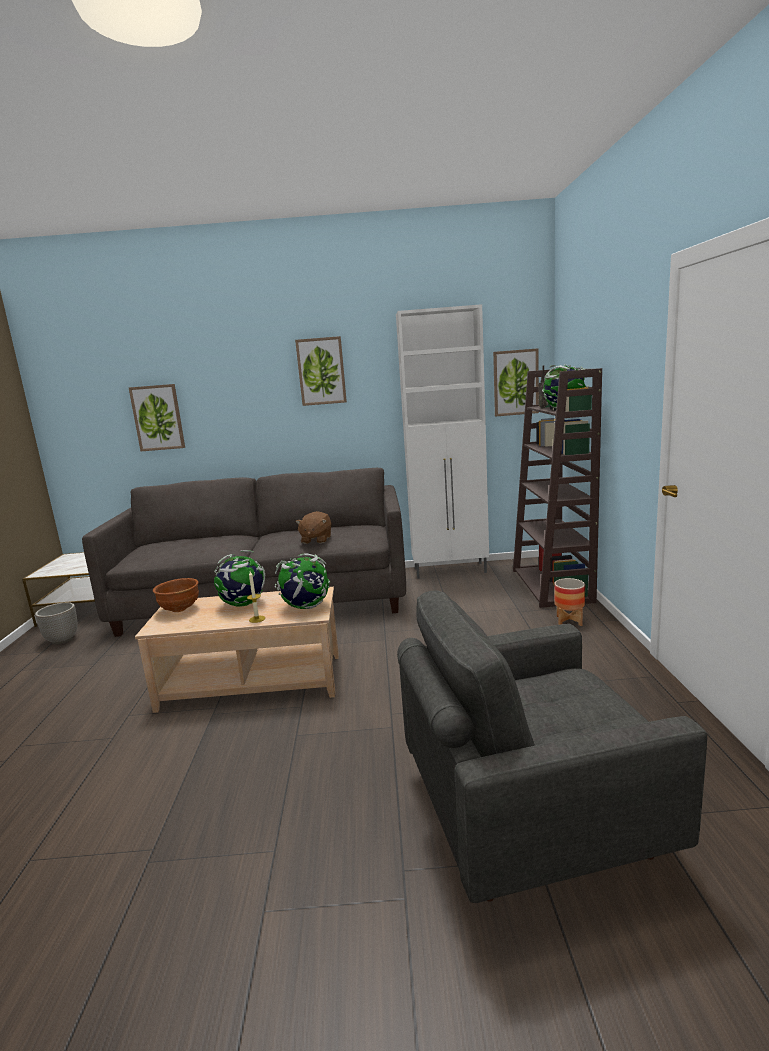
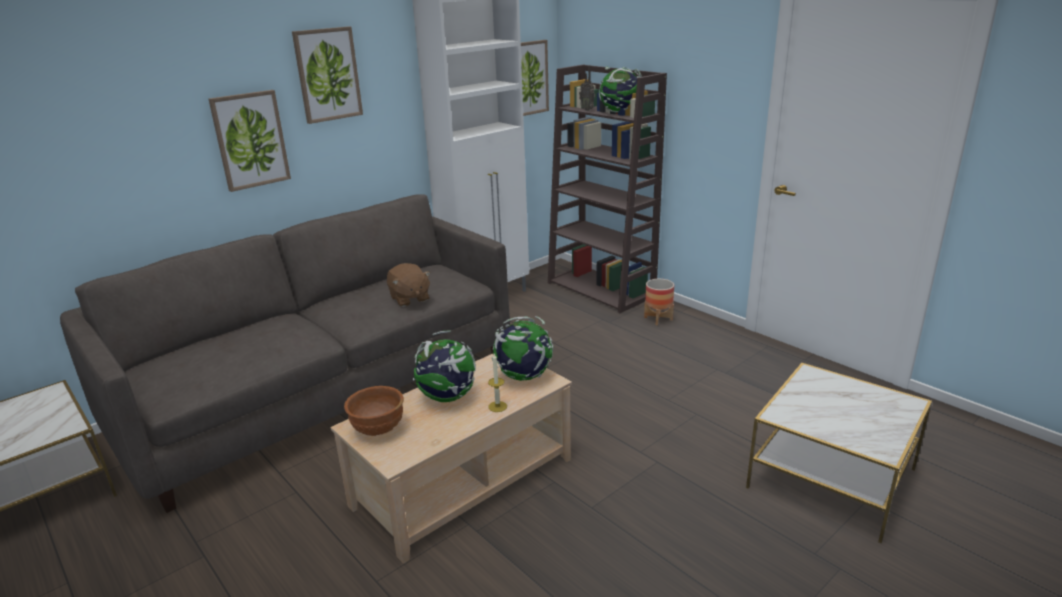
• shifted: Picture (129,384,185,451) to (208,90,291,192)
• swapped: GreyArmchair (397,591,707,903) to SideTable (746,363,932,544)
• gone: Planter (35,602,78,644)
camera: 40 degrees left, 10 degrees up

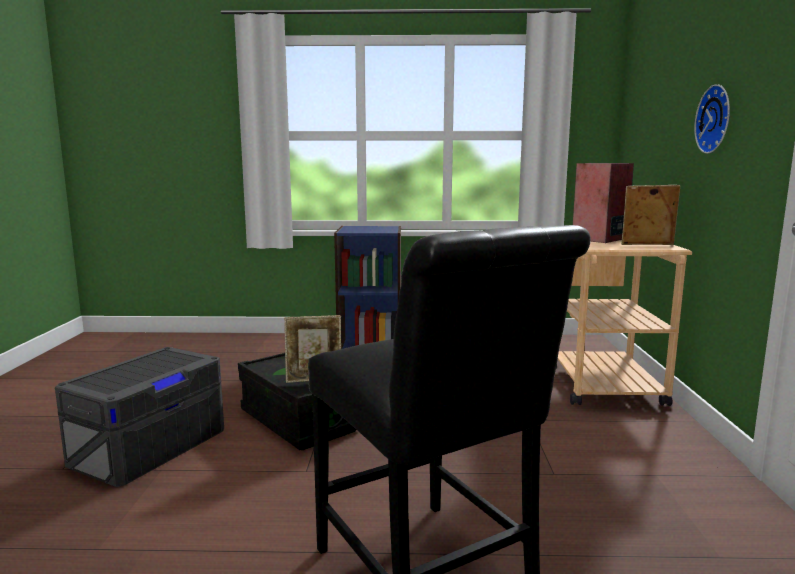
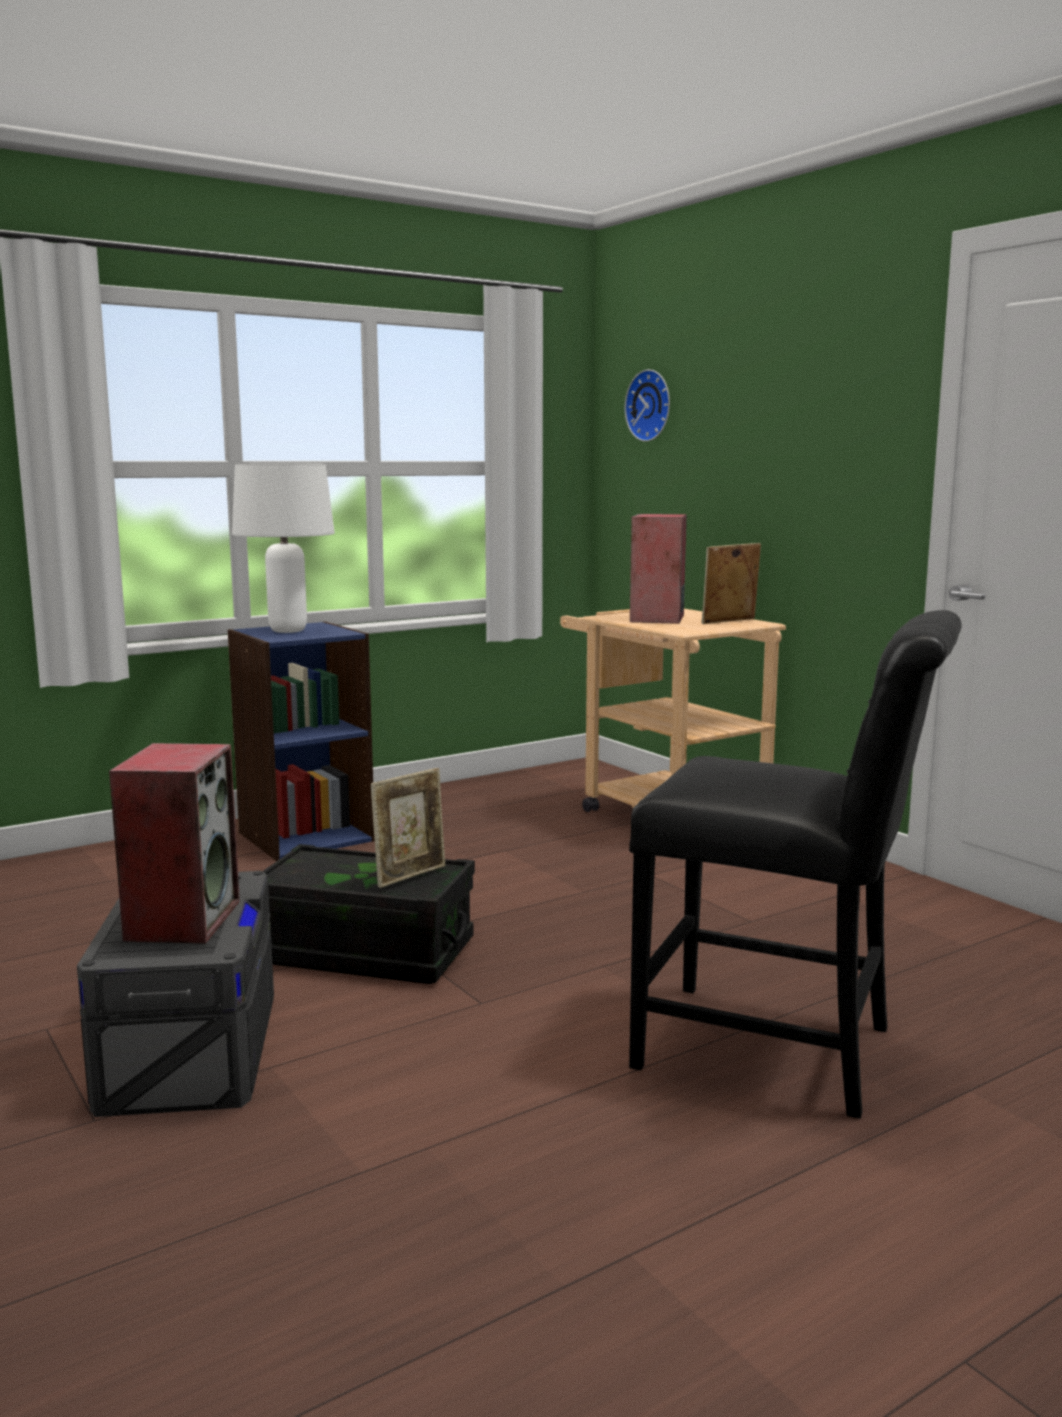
• shifted: WallClock (694,84,730,154) to (625,369,670,442)
• new: WhiteTableLamp (232,463,335,633)
• new: Speaker (109,743,240,943)
camera: 35 degrees left, 0 degrees up

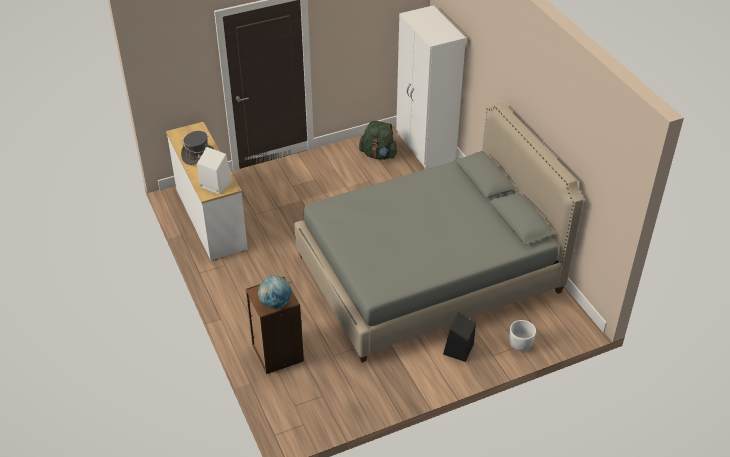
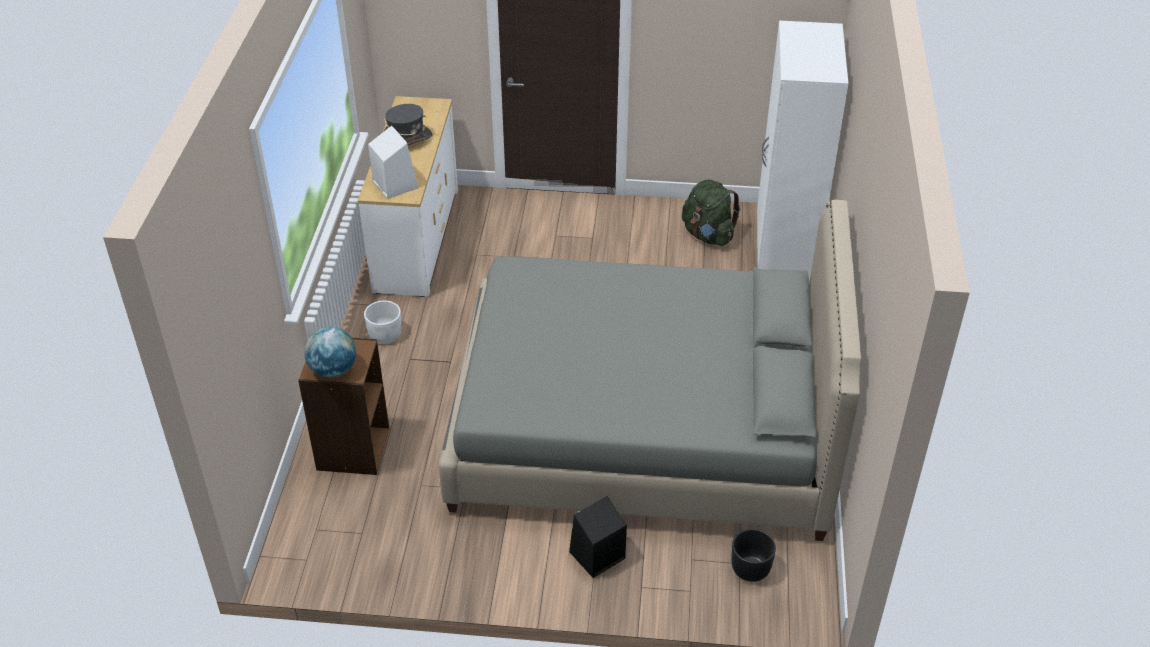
• shifted: WhitePlanter (509,320,536,351) to (364,300,402,344)
• new: BlackPlanter (731,529,776,582)
camera: 30 degrees right, 0 degrees up

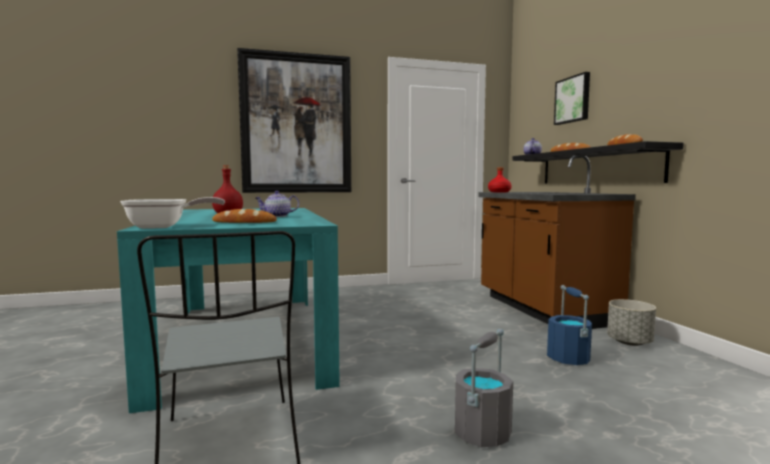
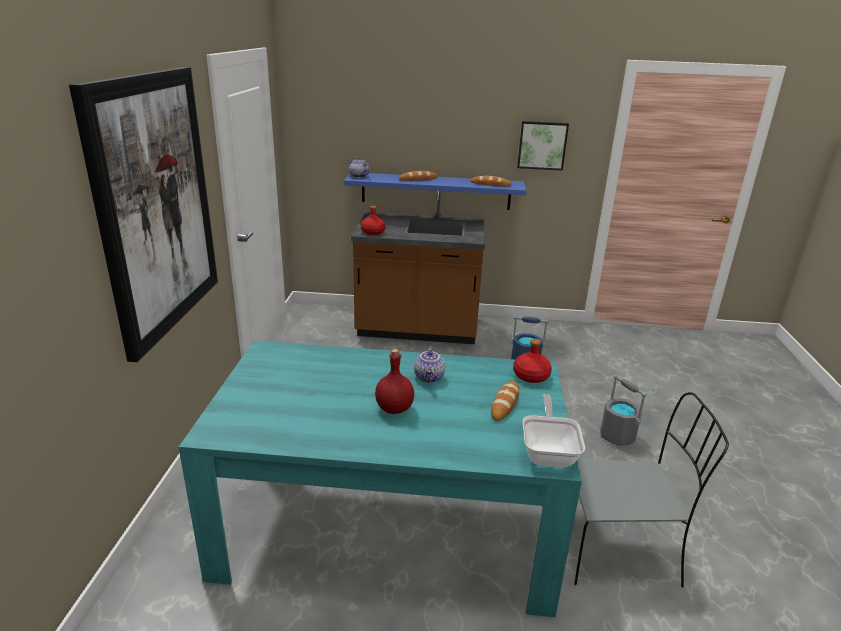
• shifted: Picture (554,72,590,125) to (517,121,569,171)
• repainted: BlackShelf (512,141,684,184) to BlueShelf (344,173,526,210)
• gone: GreyPlanter (607,299,656,346)
• new: RedBottle (513,339,552,383)
camera: 70 degrees left, 20 degrees up

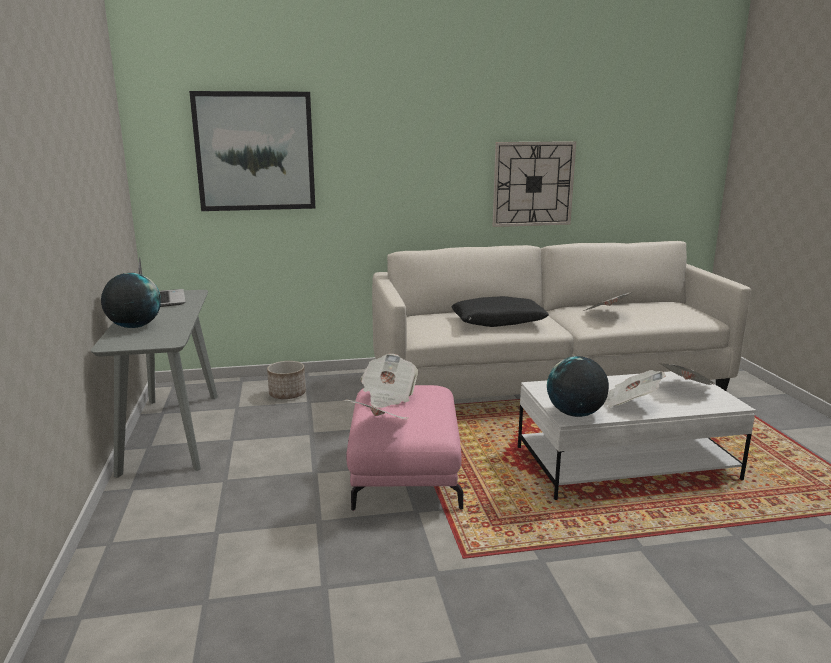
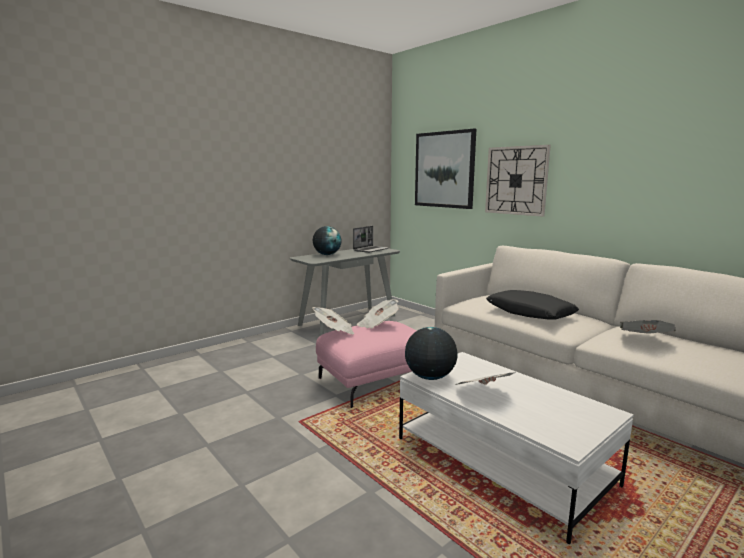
• shifted: WallClock (493,141,576,227) to (485,145,551,217)
• gone: Planter (267,361,306,399)
• gone: Newspaper (658,363,714,385)
camera: 60 degrees right, 5 degrees down

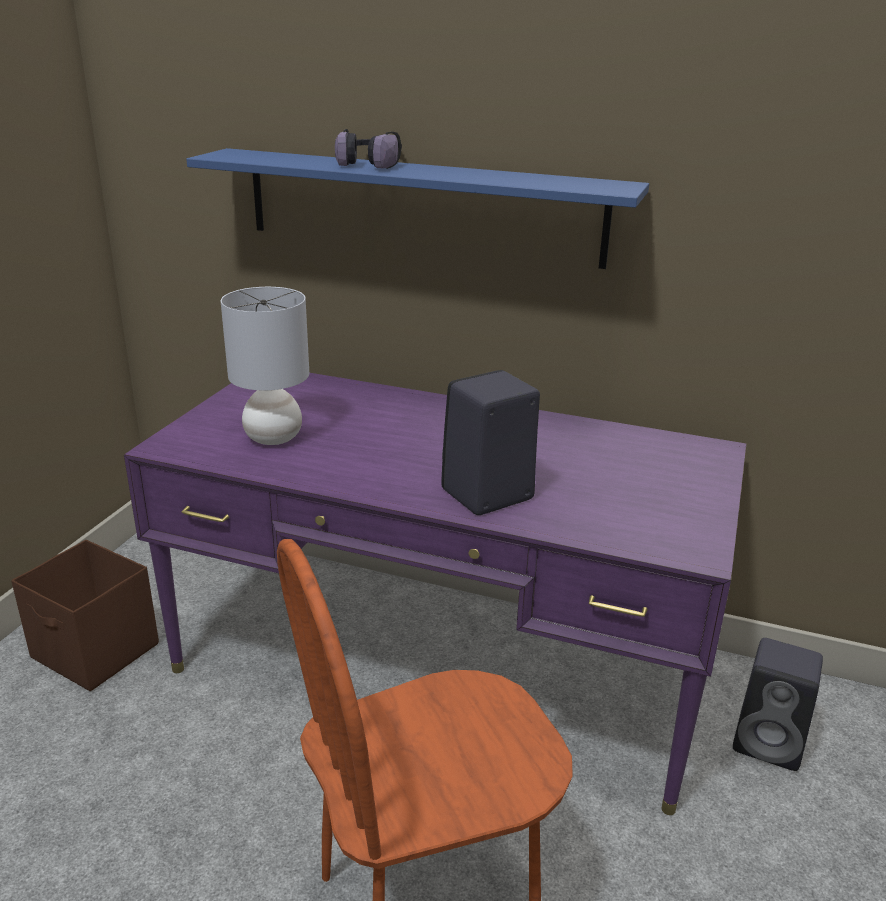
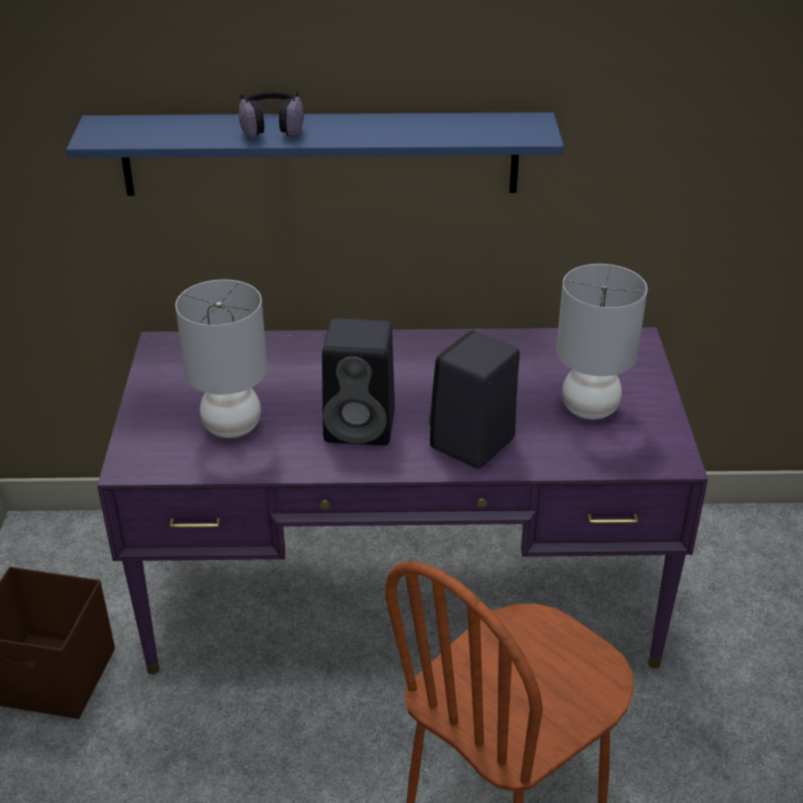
• shifted: BlackSpeaker (733,638,823,771) to (322,319,395,446)
• new: GreyTableLamp (556,264,647,420)
camera: 20 degrees left, 10 degrees up

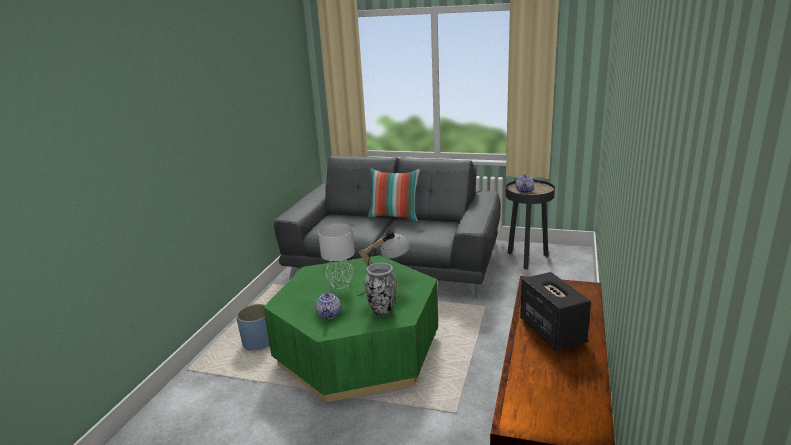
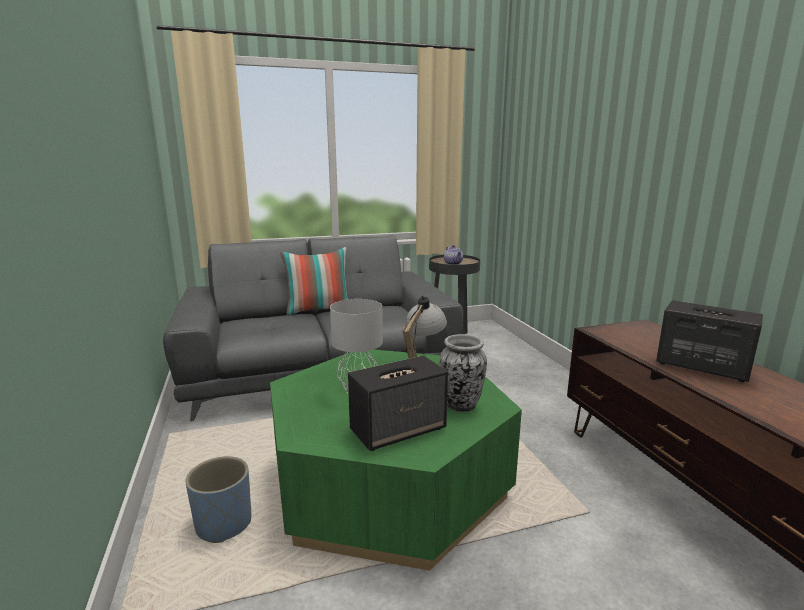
• swapped: Teapot (316,289,341,319) to Speaker (348,356,448,451)
camera: 35 degrees left, 5 degrees down

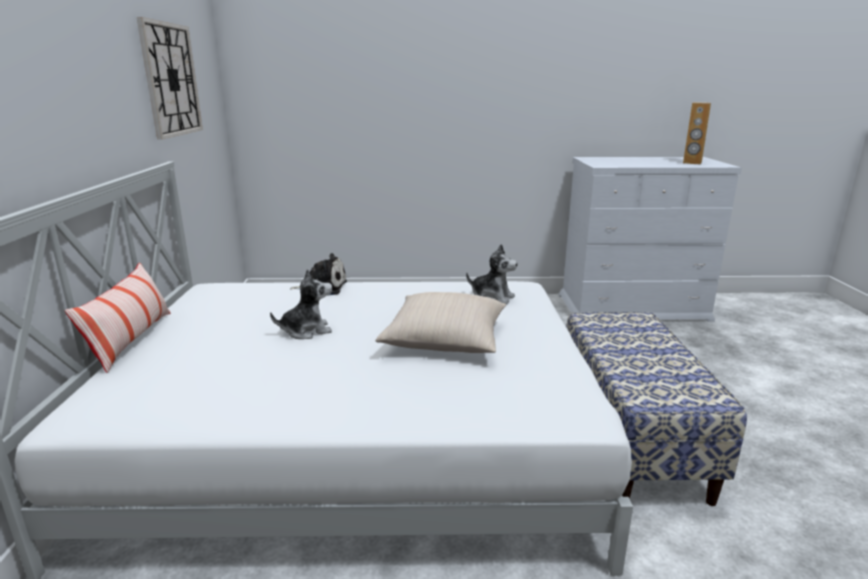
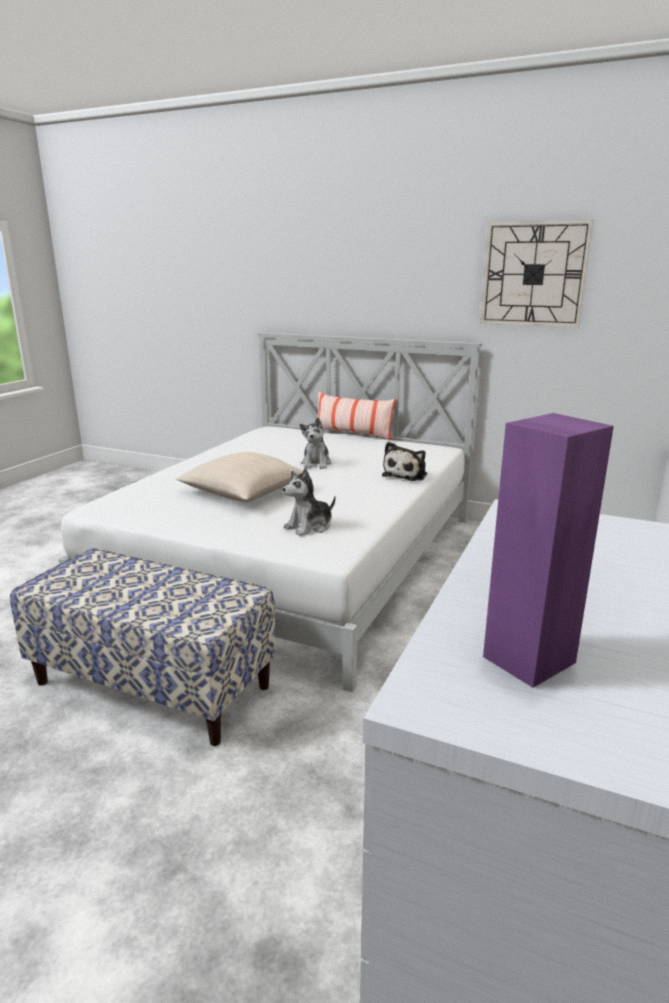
• repainted: BrownSpeaker (683,102,711,164) to PurpleSpeaker (483,413,614,688)
camera: 115 degrees right, 0 degrees up

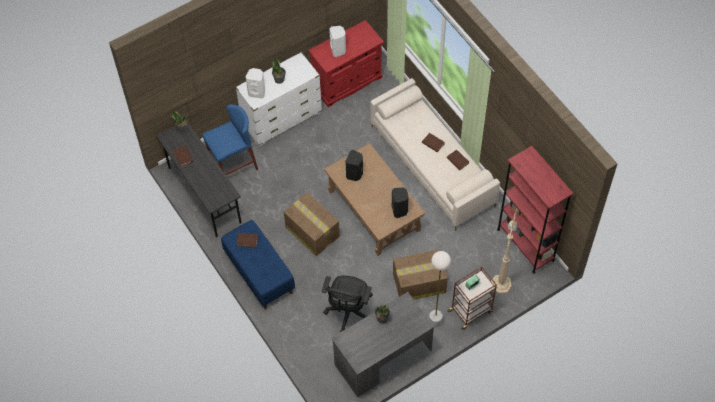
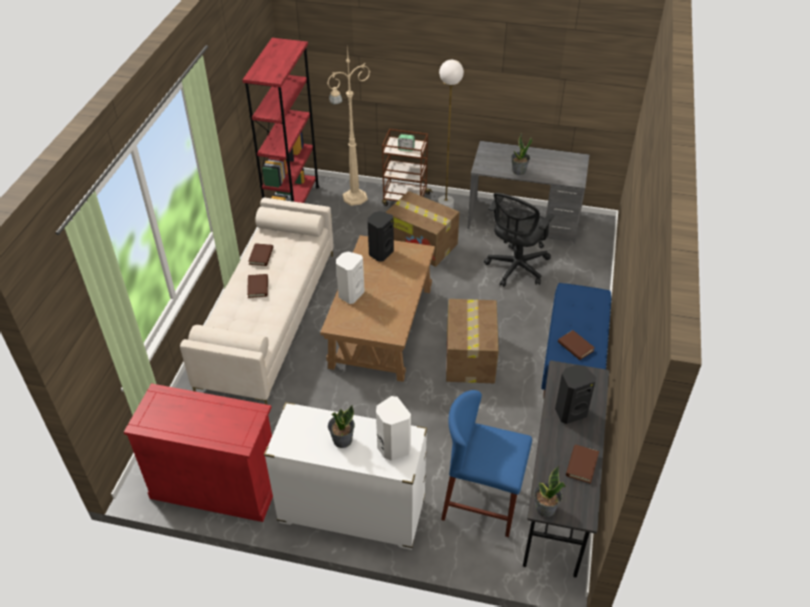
• shifted: WhiteSpeaker (329,26,346,57) to (336,251,365,304)
• shifted: BlackSpeaker (346,150,363,181) to (555,365,596,424)
• rotated: BlackOfficeChair (322,276,373,333) = (484,193,554,287) 150 degrees clockwise
camera: 135 degrees left, 15 degrees down

